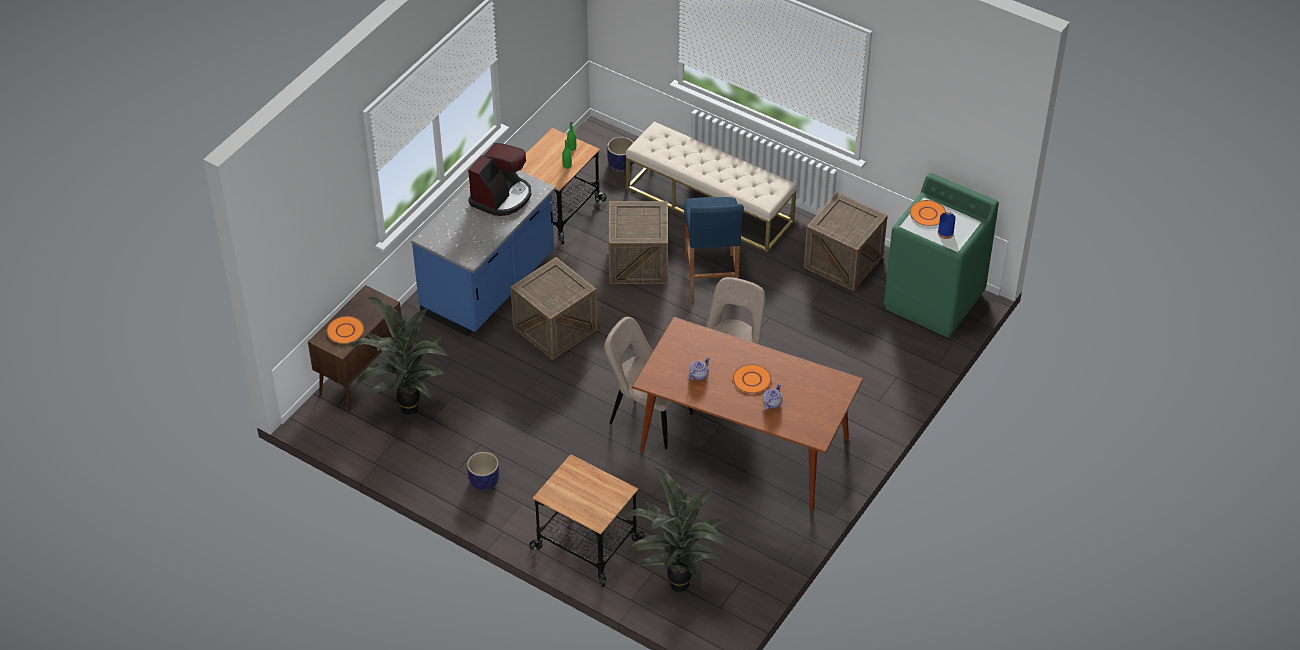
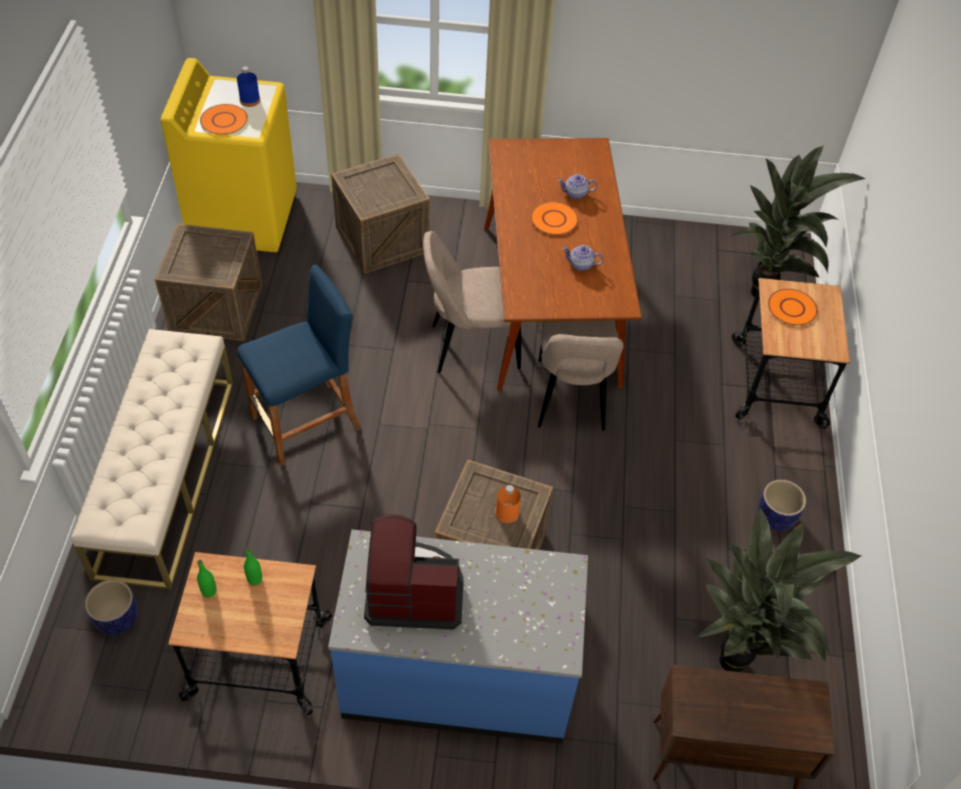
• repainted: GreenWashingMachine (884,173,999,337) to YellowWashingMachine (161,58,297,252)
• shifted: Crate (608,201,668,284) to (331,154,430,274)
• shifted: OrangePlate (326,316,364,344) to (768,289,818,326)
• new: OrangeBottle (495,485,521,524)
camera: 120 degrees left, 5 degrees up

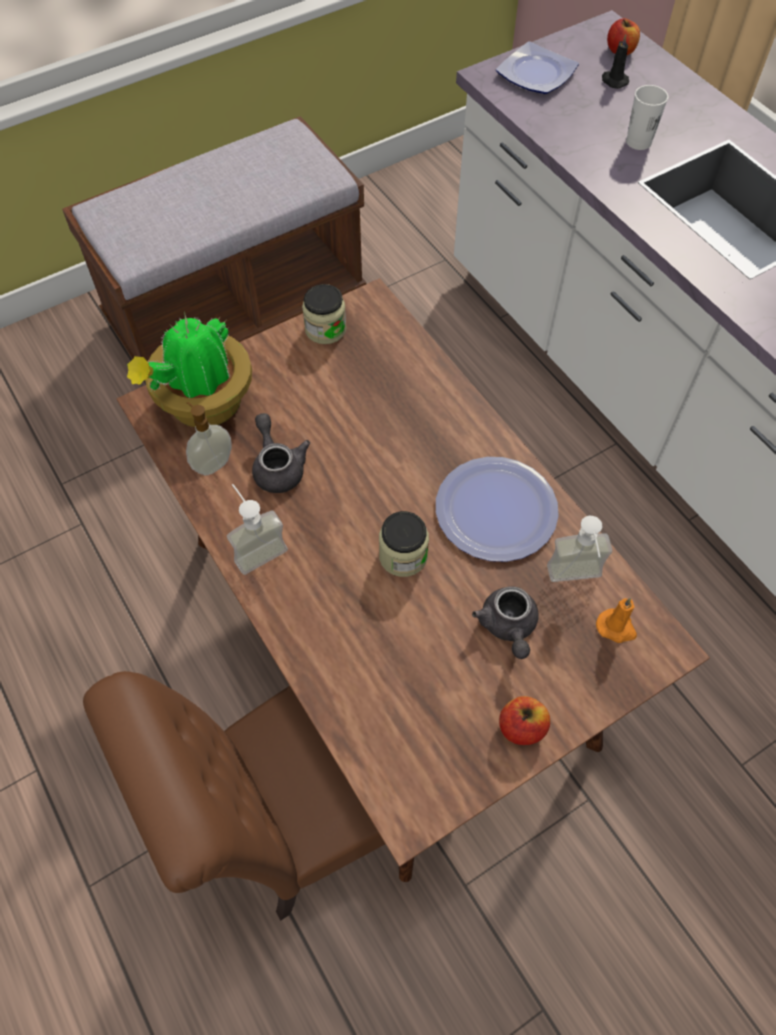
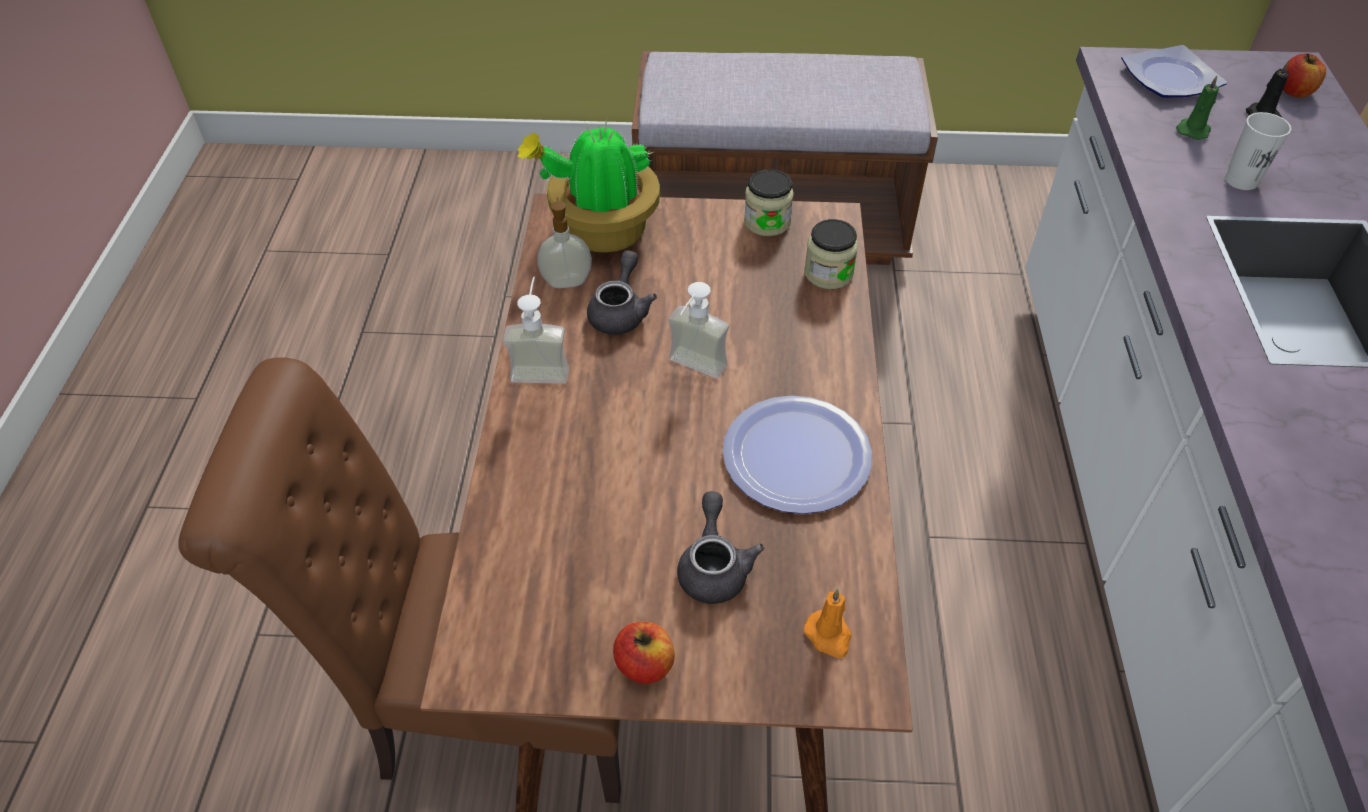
• shifted: Jar (379,511,429,577) to (804,219,858,289)
• shifted: SoapDispenser (547,516,612,582) to (668,282,729,378)
• rotated: GreyTeapot (472,586,538,659) = (677,491,764,604) 150 degrees clockwise
• new: GreenCandle (1176,76,1219,140)
camera: 35 degrees right, 10 degrees down

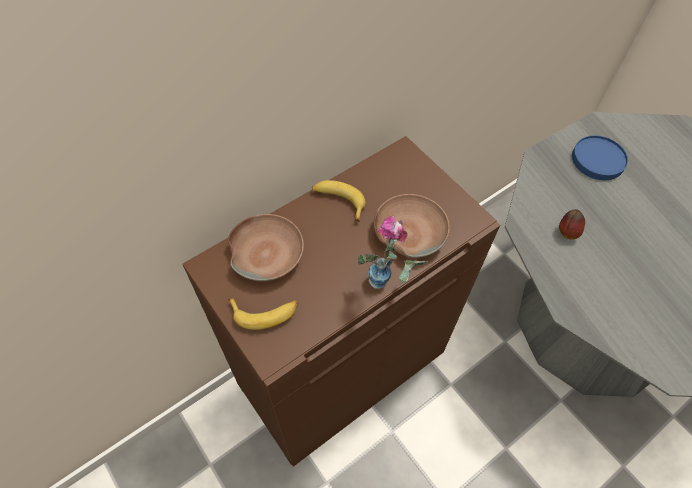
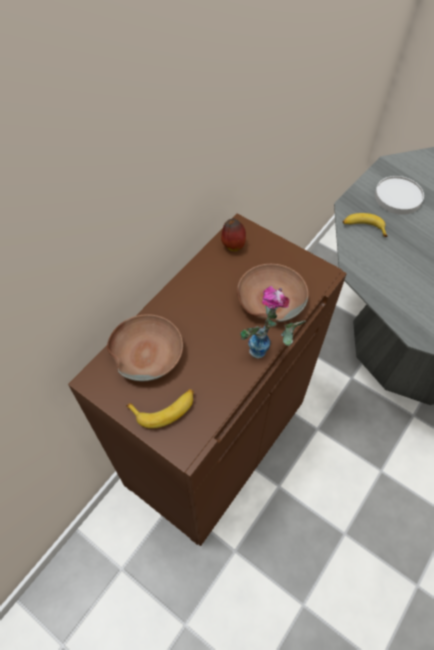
• repainted: BluePlate (572,135,628,180) to WhitePlate (375,176,424,215)
• shifted: Banana (312,180,366,222) to (343,213,388,237)
• shifted: Apple (559,209,585,240) to (221,218,246,251)
camera: 15 degrees left, 0 degrees up

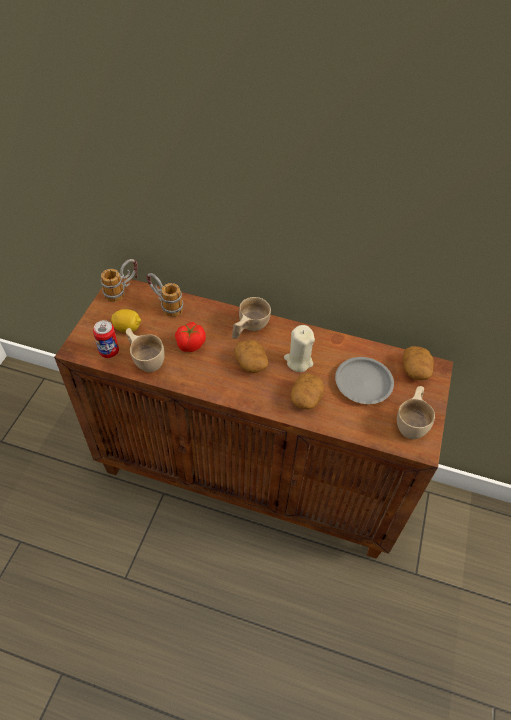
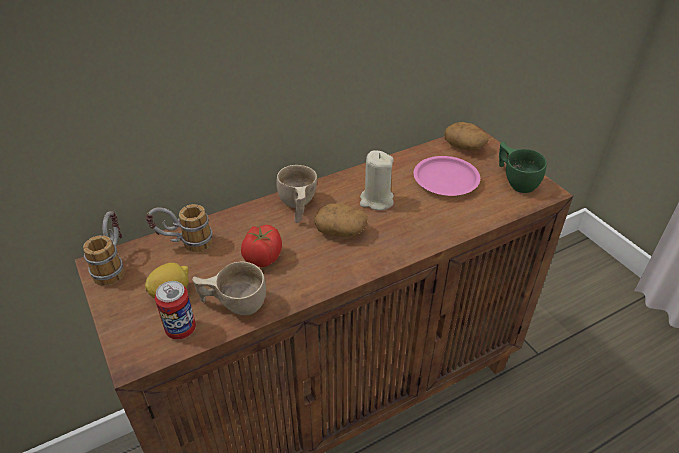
• repainted: GreyPlate (335,357,394,404) to PinkPlate (414,156,480,196)
• gone: Potato (291,373,324,410)
• repainted: BeigeCup (397,386,435,439) to GreenCup (499,141,547,193)
camera: 45 degrees left, 10 degrees down

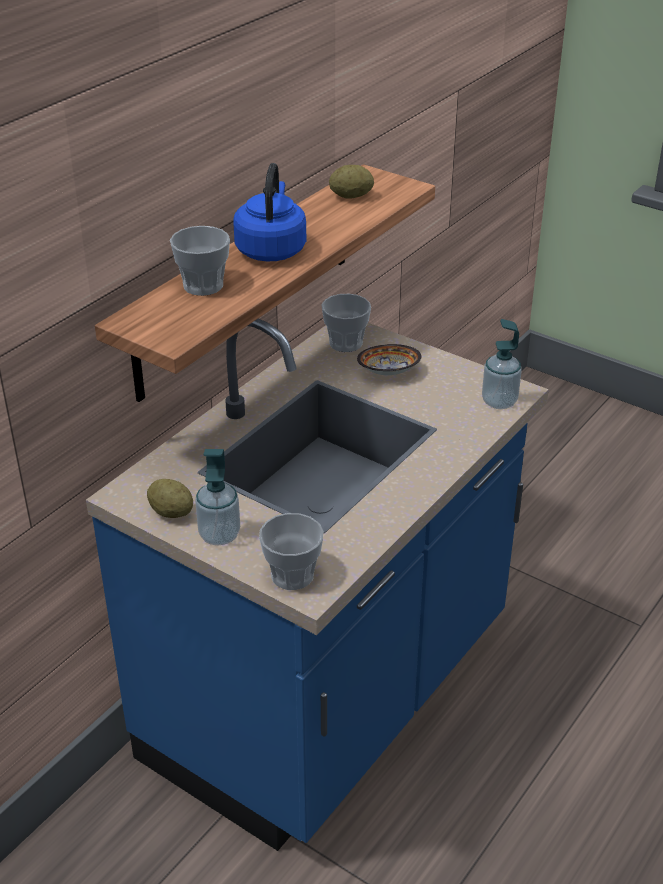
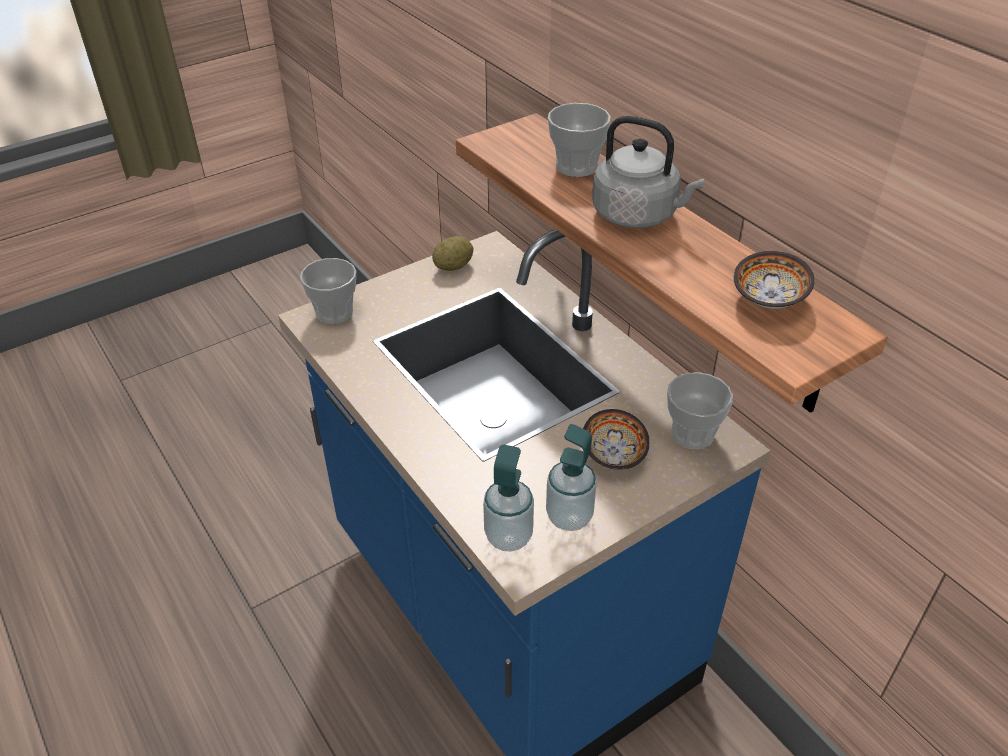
• repainted: BlueKettle (233,163,306,261) to GreyKettle (592,116,704,228)
• swapped: Potato (329,165,374,199) to Bowl (734,251,815,309)
• shifted: SoapDispenser (195,449,240,545) to (546,424,597,531)
camera: 110 degrees right, 5 degrees up

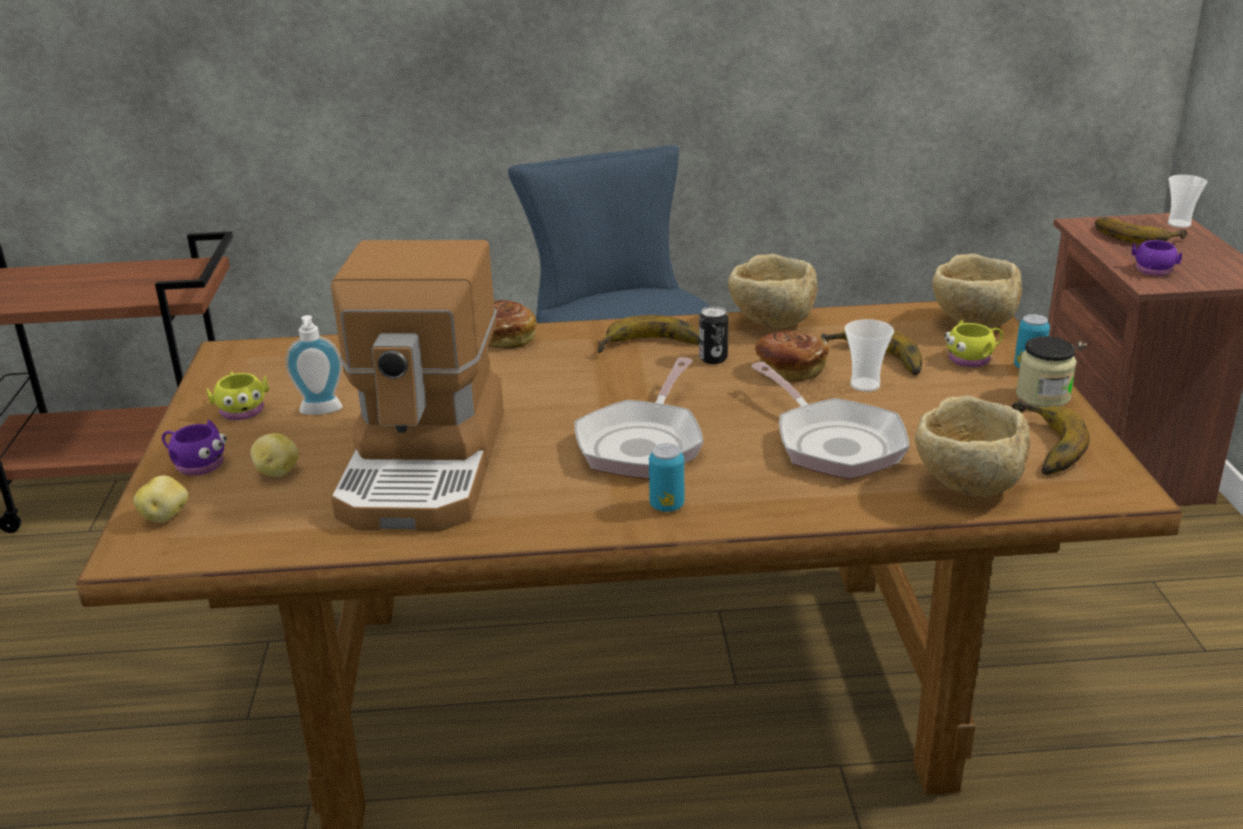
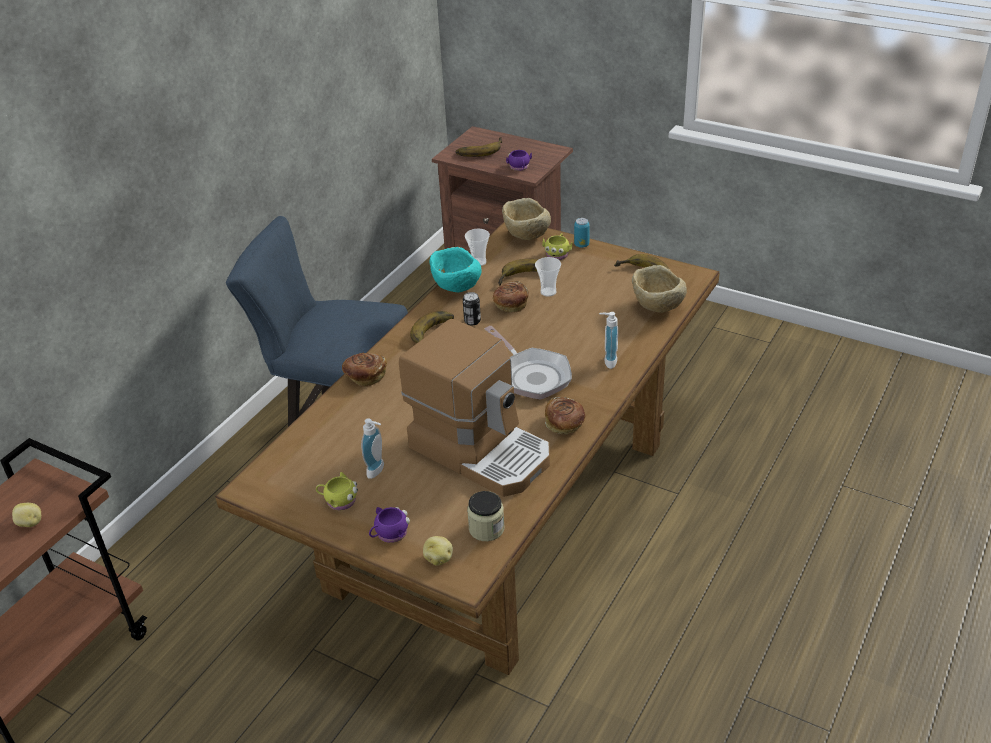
• shifted: Cup (1168,175,1207,228) to (465,229,490,266)
• repainted: BeigeBowl (728,254,818,328) to TurquoiseBowl (430,247,481,292)
• shifted: Jar (1016,336,1077,407) to (467,491,505,541)
• gone: FryingPan (751,362,909,479)
• shifted: Potato (250,433,299,477) to (12,503,41,527)
• gone: Can (649,443,684,512)
• new: SoapDispenser (599,312,618,369)
• new: Bread (545,397,585,434)
camera: 55 degrees left, 10 degrees up

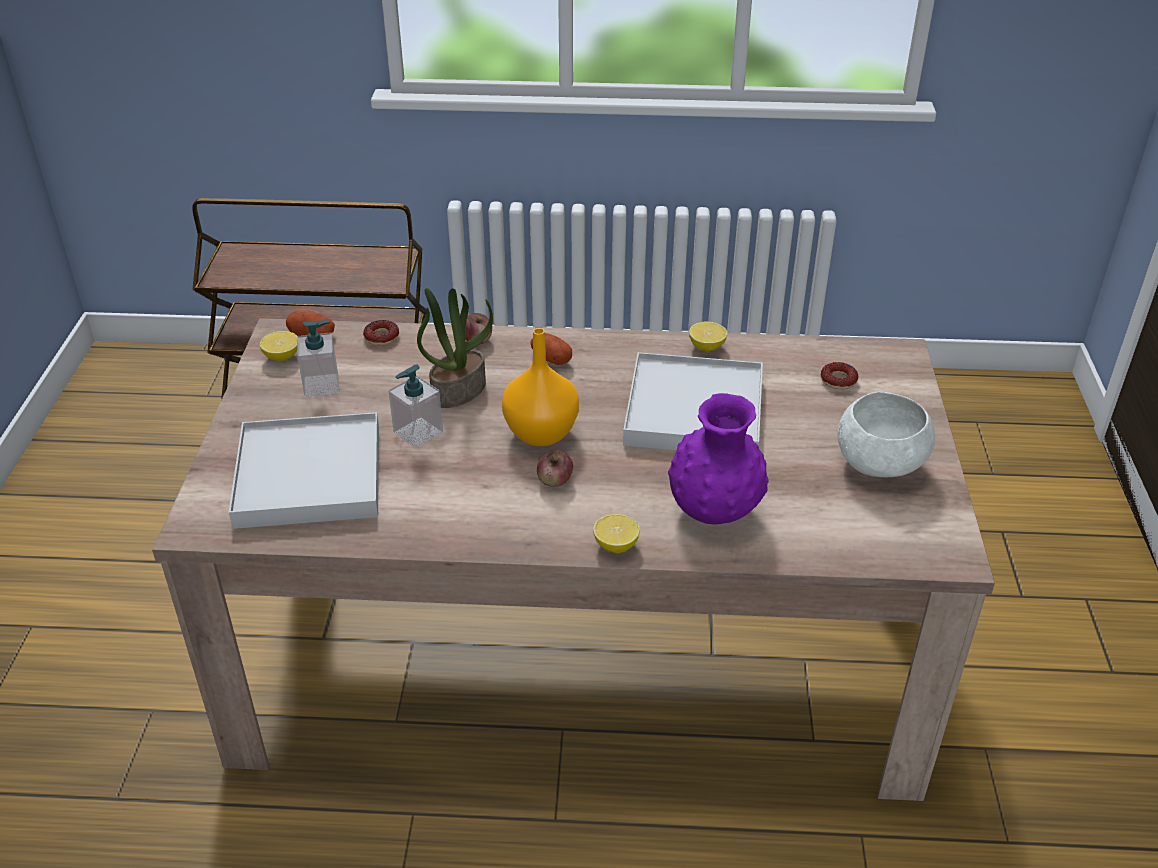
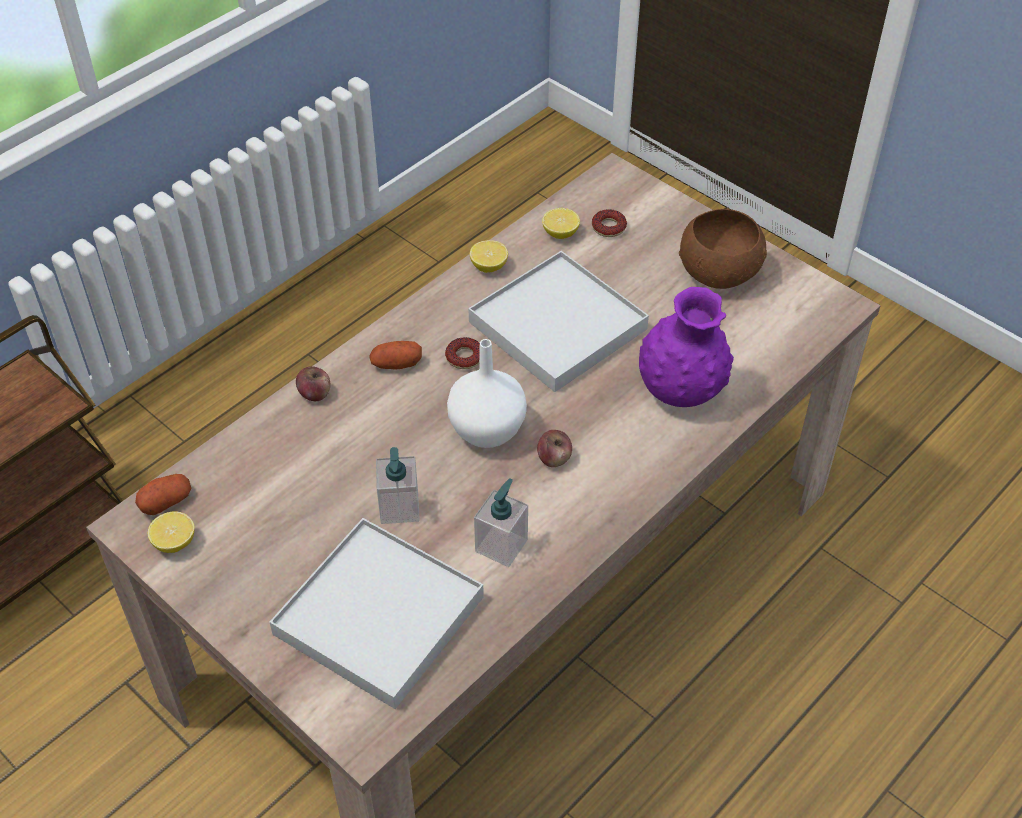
• gone: PottedPlant (417,288,493,408)
• shifted: SoapDispenser (297,320,339,397) to (474,478,528,567)
• shifted: Donut (363,320,399,345) to (445,337,480,369)
• repainted: OrangeVase (502,328,579,446) to WhiteVase (447,339,527,448)
• repainted: WhiteBowl (837,392,935,477) to BrownBowl (679,209,767,289)
• shifted: Lemon (593,514,640,553) to (542,208,580,239)
camera: 50 degrees left, 10 degrees up

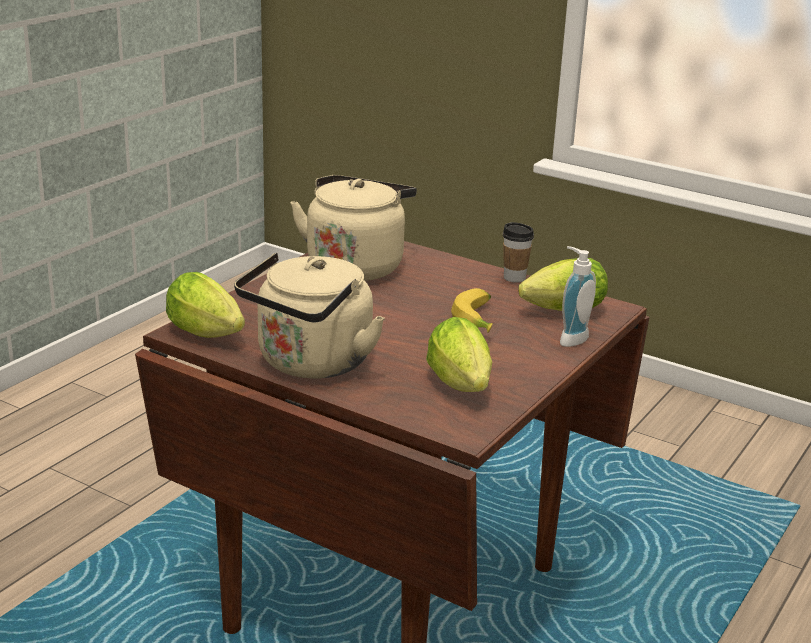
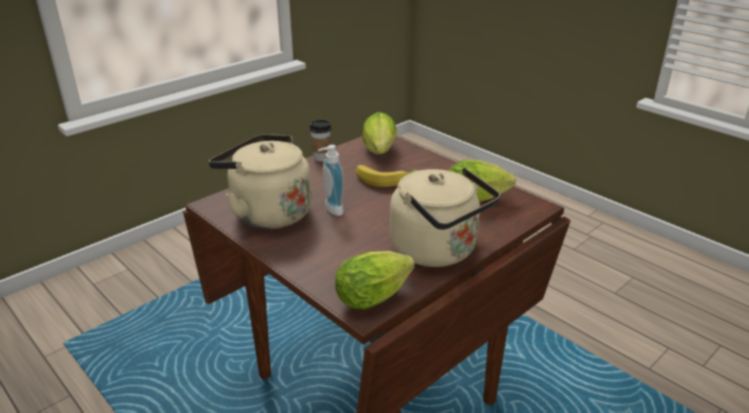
• shifted: SoapDispenser (560,246,596,347) to (318,145,344,216)
camera: 75 degrees left, 5 degrees up

